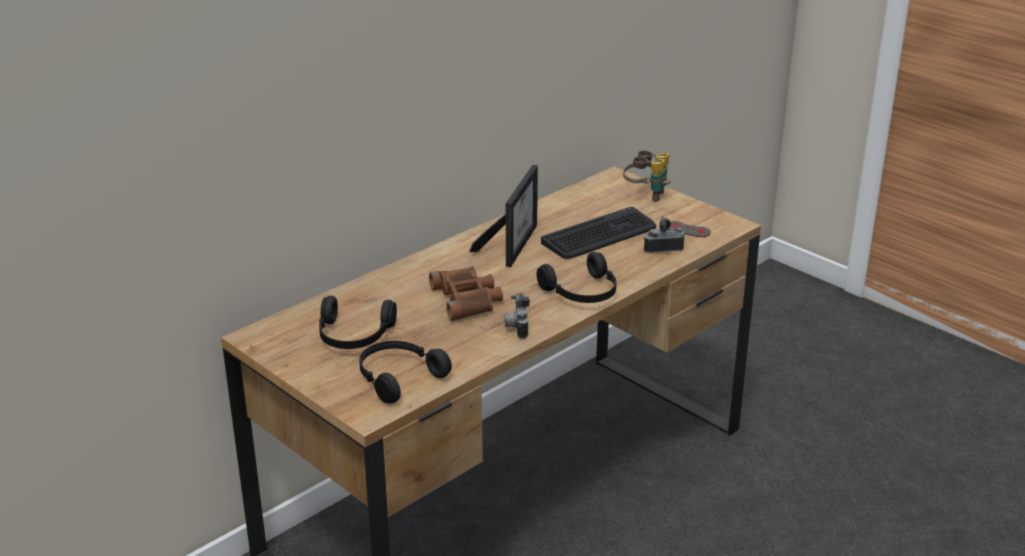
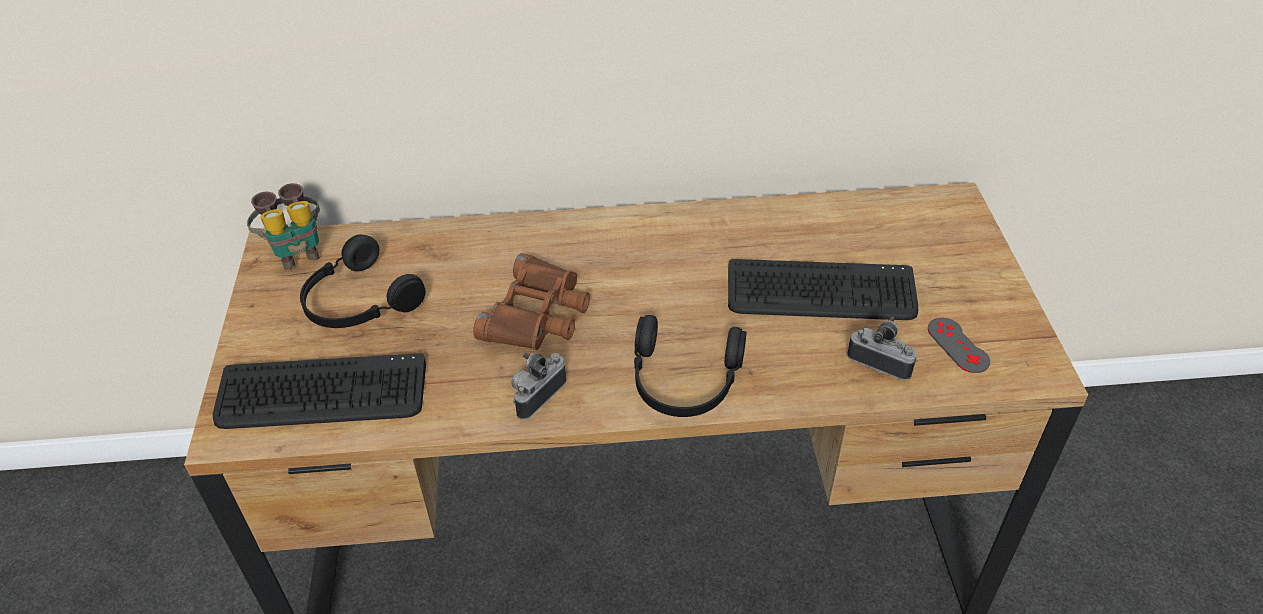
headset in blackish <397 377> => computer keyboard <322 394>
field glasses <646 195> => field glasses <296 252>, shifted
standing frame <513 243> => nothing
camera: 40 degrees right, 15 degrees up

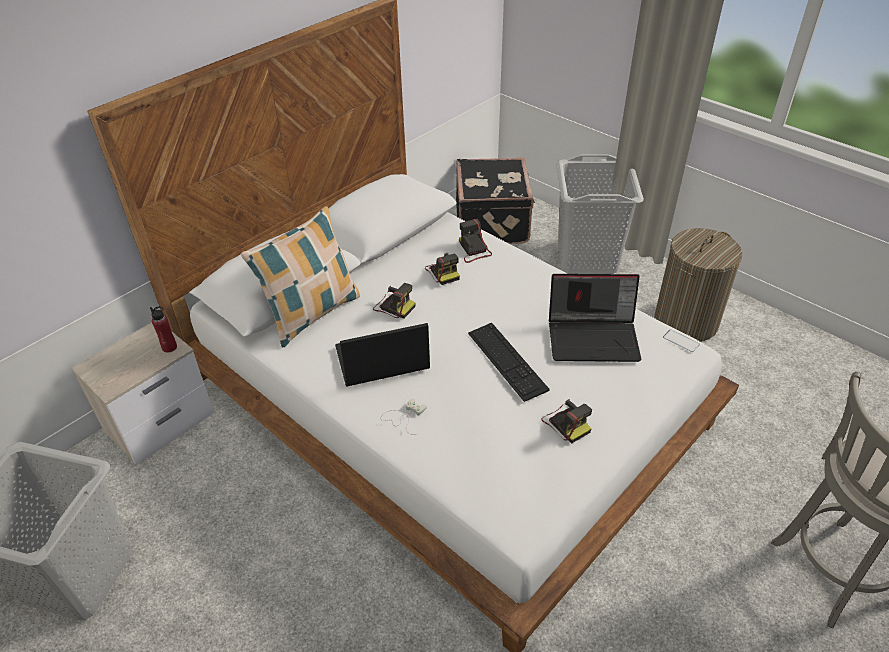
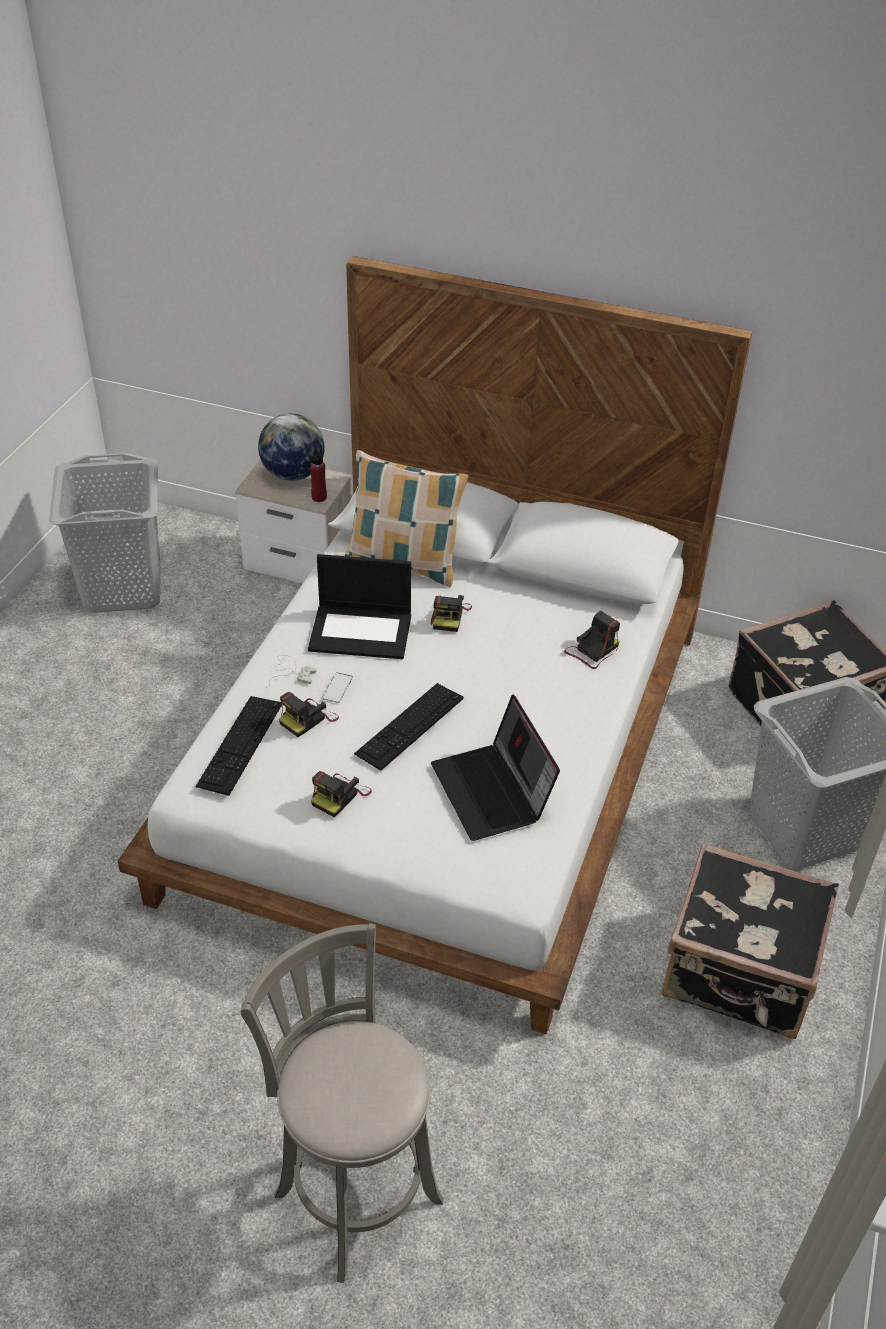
nothing => computer keyboard <240 744>
nothing => world globe <293 474>
still camera <443 272> => still camera <308 719>, shifted
notebook computer <381 359> => notebook computer <362 631>, 135 degrees clockwise
phone <681 341> => phone <337 688>, shifted
hamper <686 321> => suitcase in blackish <740 973>
camera: 65 degrees right, 0 degrees up

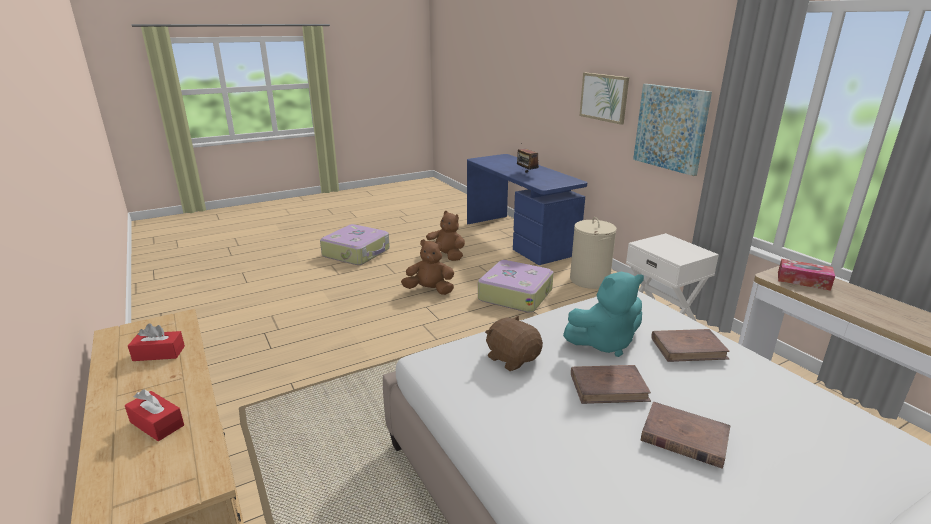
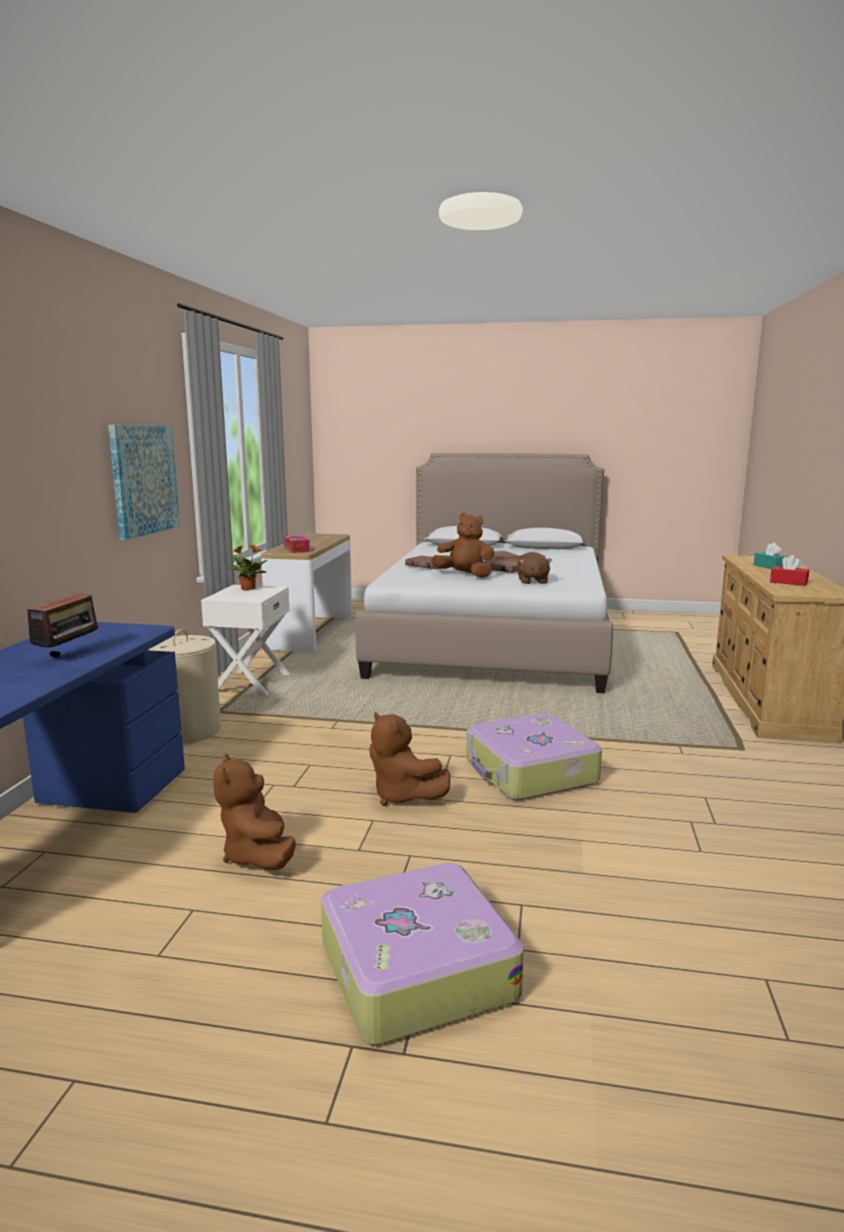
nothing => potted plant <247 589>
cuddly toy in turquoise <604 343> => cuddly toy in brown-coloured <465 575>
suitcase <515 294> => suitcase <530 772>, shifted
tissue holder in red-coloured <157 424> => tissue holder in turquoise <769 567>
picture <604 97> => nothing
camera: 140 degrees left, 10 degrees down

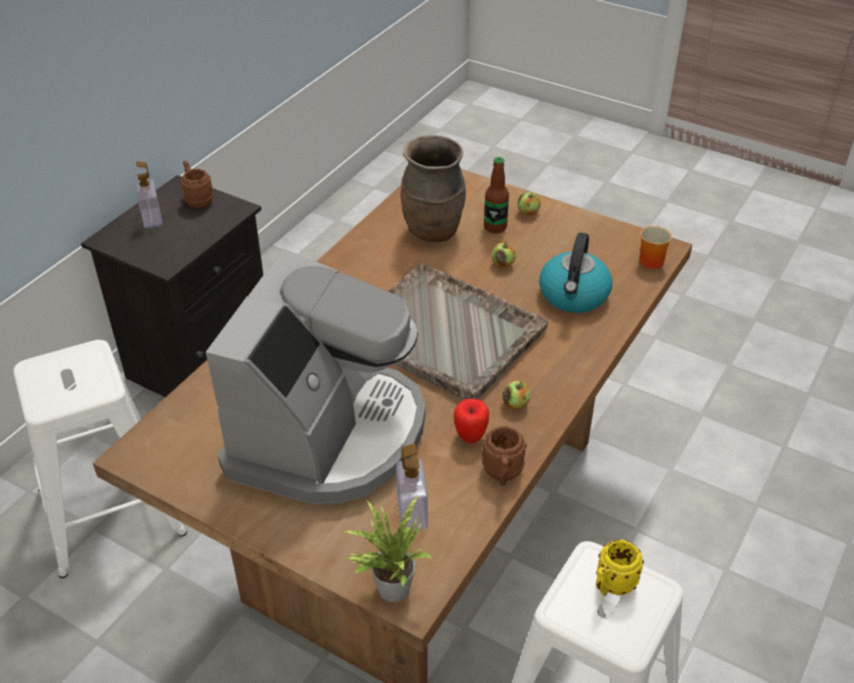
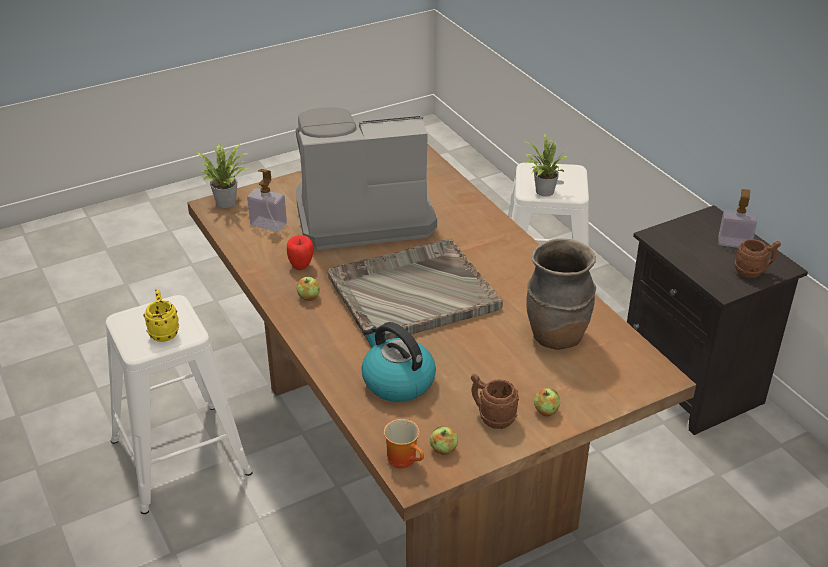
coffee brewer <328 434> => coffee brewer <361 214>, 120 degrees clockwise
apple <503 264> => apple <443 449>, shifted
coffee mug in brown-coloured <502 475> => coffee mug in brown-coloured <491 417>, shifted
nothing => potted plant <542 191>
bottle <495 227> => nothing
camera: 120 degrees right, 5 degrees down

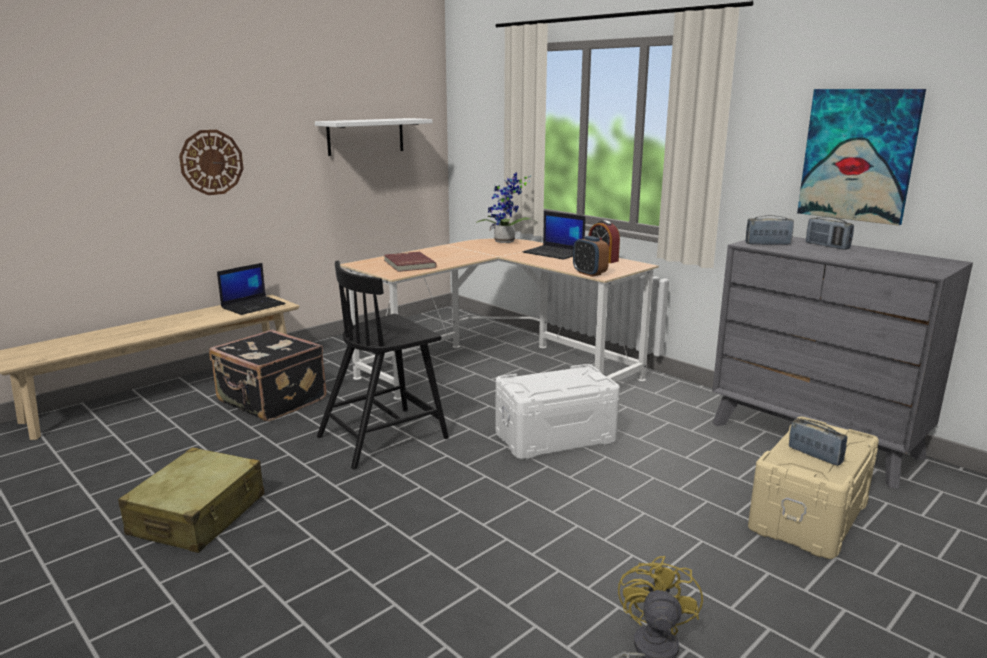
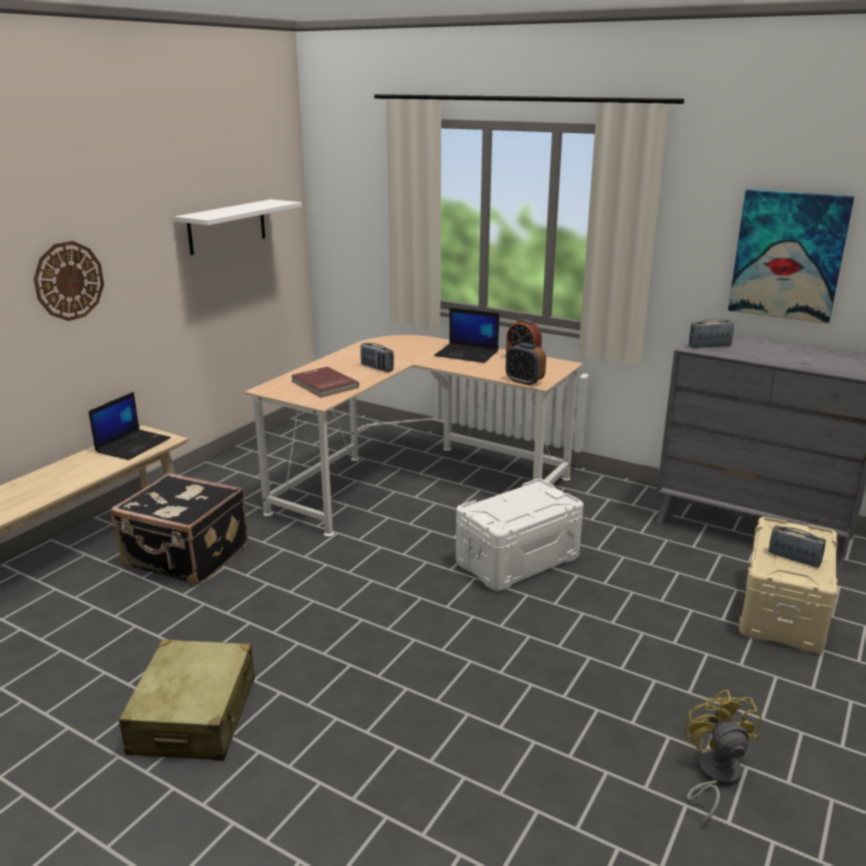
radio receiver <827 246> => radio receiver <377 368>, shifted
plain chair in blackish <384 436> => nothing
potted plant <505 242> => nothing
camera: 15 degrees left, 5 degrees up

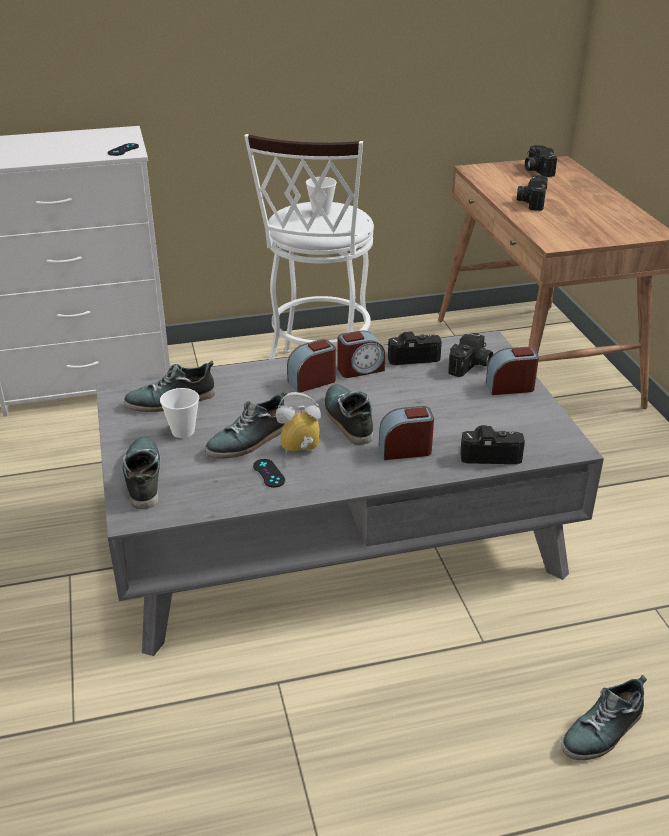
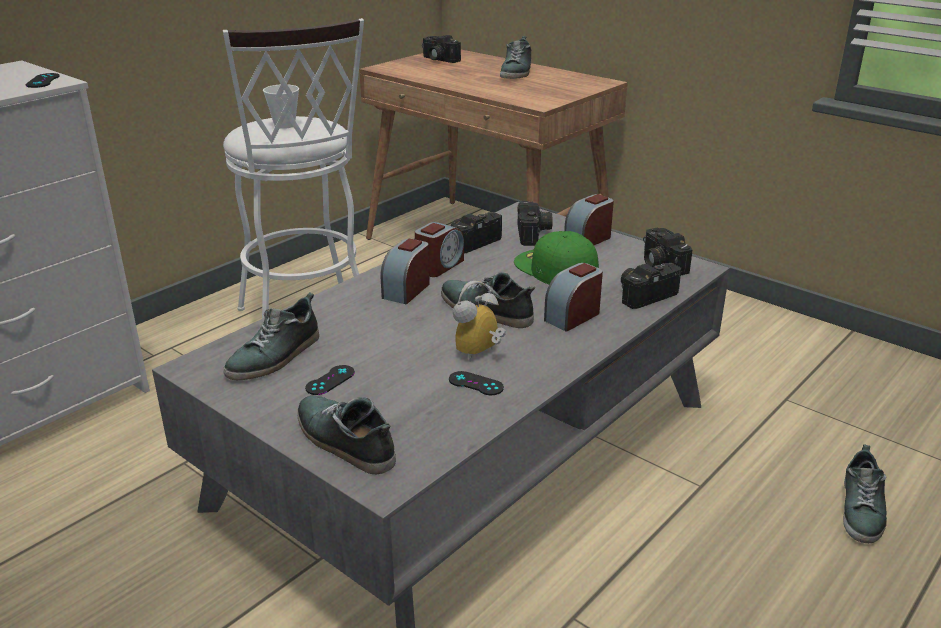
cup <183 431> => game controller in blackish <330 380>
item of footwear <249 440> => item of footwear <517 72>, shifted
nothing => peaked cap in green-coloured <554 268>
still camera <530 201> => still camera <659 264>, shifted
camera: 35 degrees left, 5 degrees down

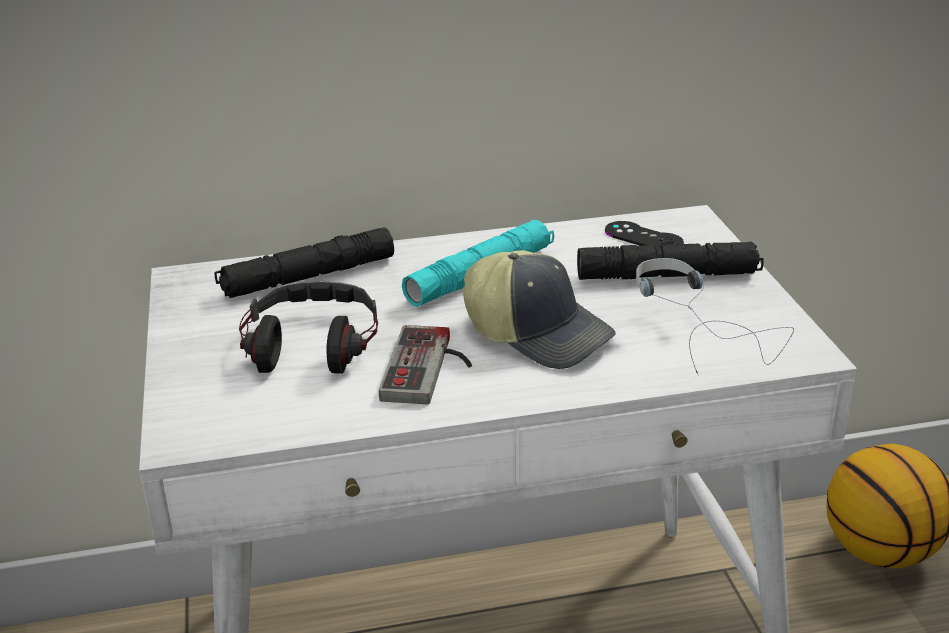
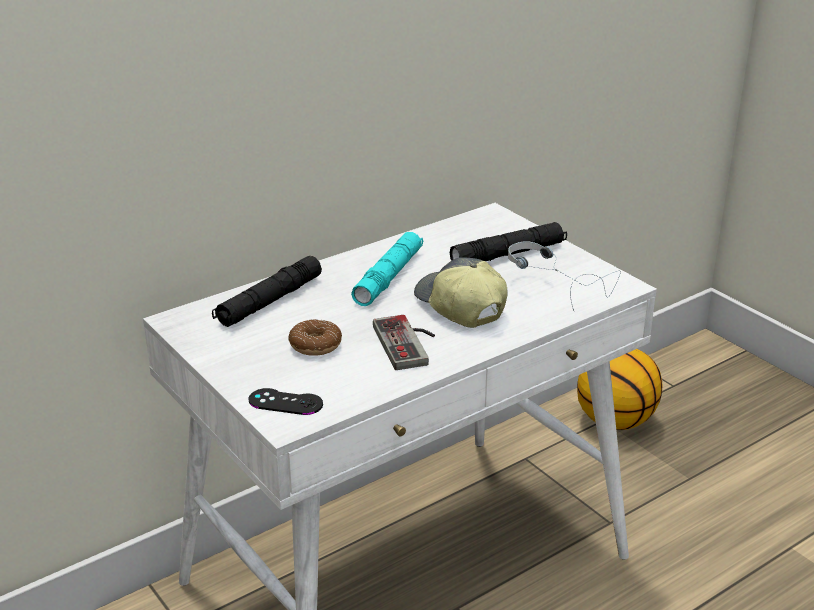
game controller in blackish <643 237> => game controller in blackish <285 402>, shifted
headset <311 344> => doughnut <315 345>
peaked cap <538 333> => peaked cap <458 307>, 135 degrees counterclockwise
camera: 25 degrees left, 0 degrees up

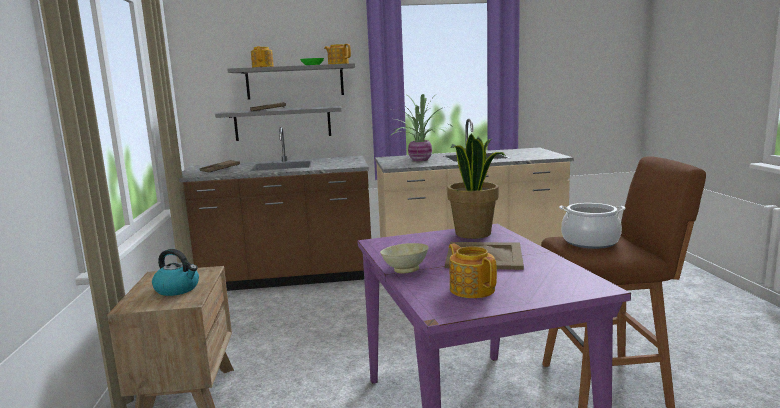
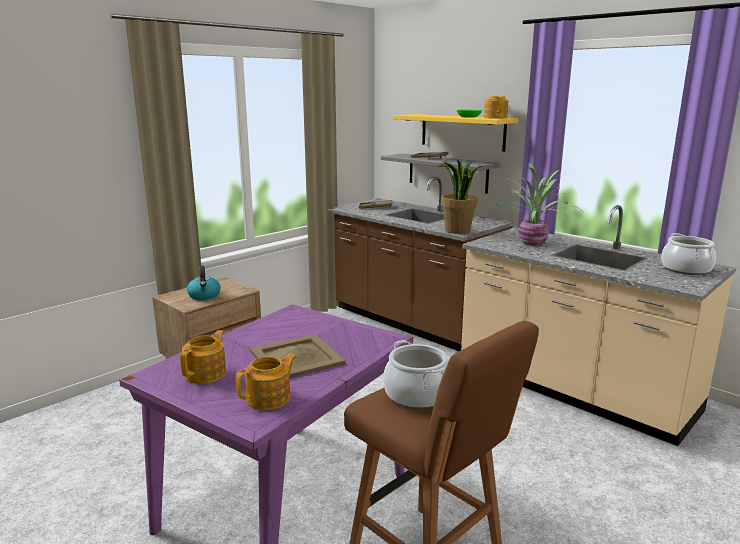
teapot <263 67> => teapot <269 398>, shifted
wall shelf in grey <295 82> => wall shelf in yellow <462 132>
potted plant <473 234> => potted plant <457 231>, shifted
nothing => stockpot <685 269>
serving bowl in sand-coloured <405 270> => nothing
camera: 50 degrees right, 5 degrees up

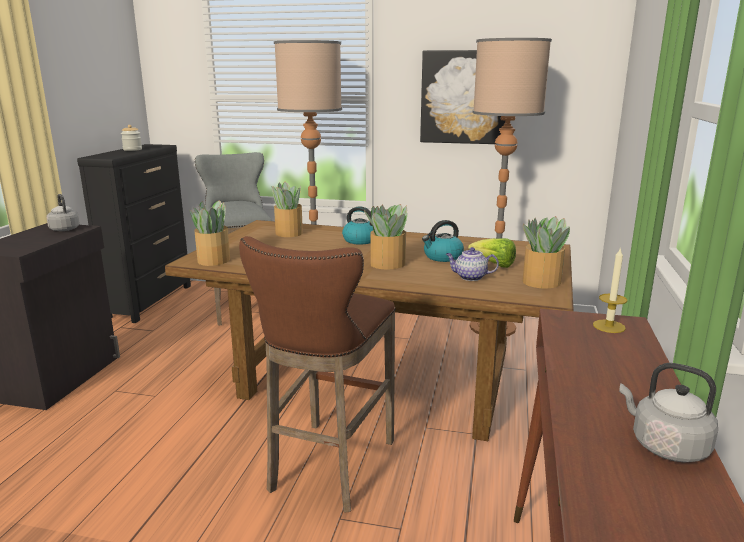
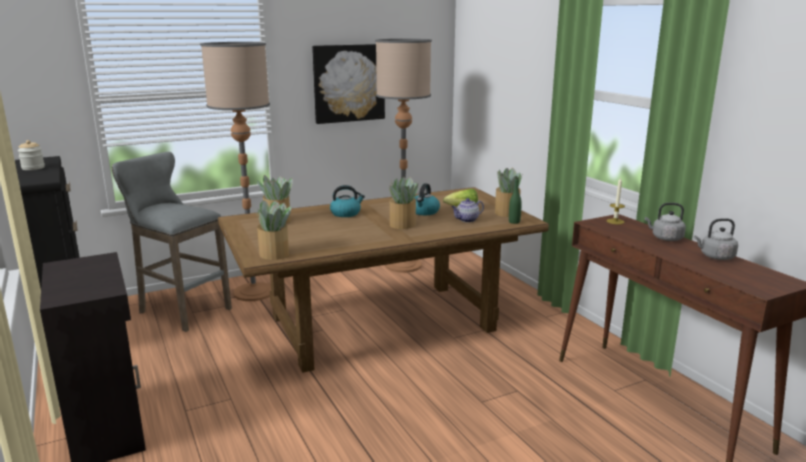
nothing => bottle in green-coloured <514 222>
water kettle in grey <64 229> => water kettle in grey <665 238>, shifted
stool seat in brown-coloured <329 469> => nothing
camera: 40 degrees left, 0 degrees up

